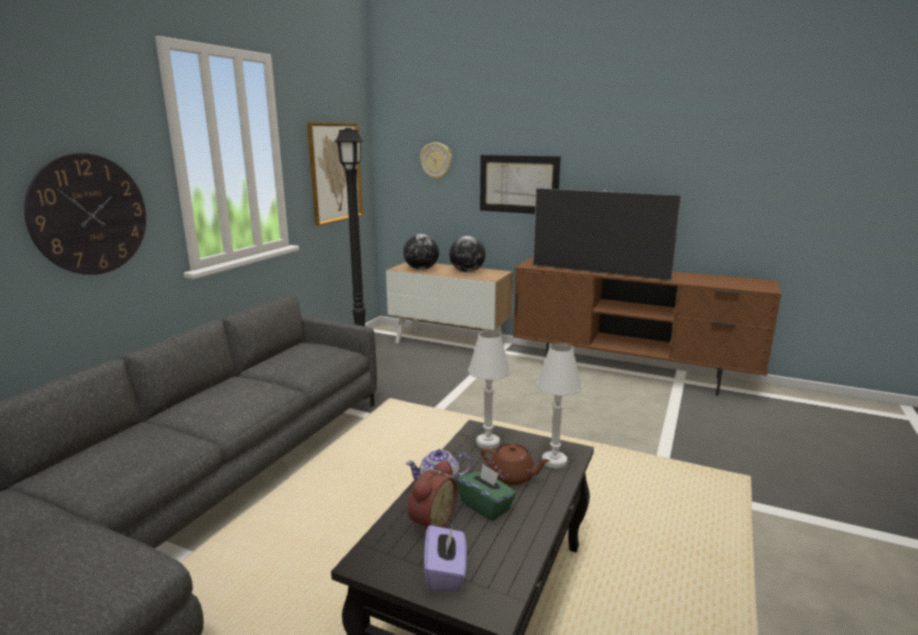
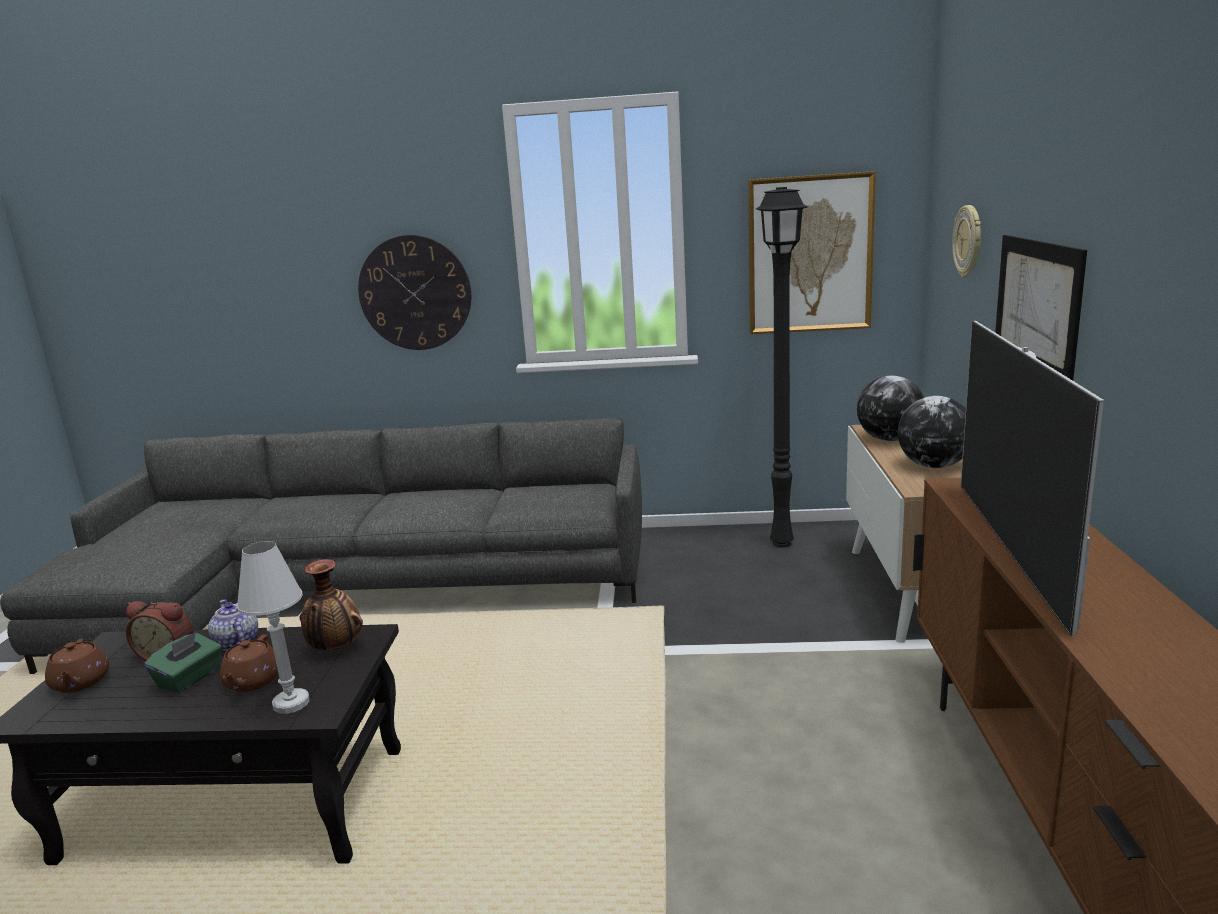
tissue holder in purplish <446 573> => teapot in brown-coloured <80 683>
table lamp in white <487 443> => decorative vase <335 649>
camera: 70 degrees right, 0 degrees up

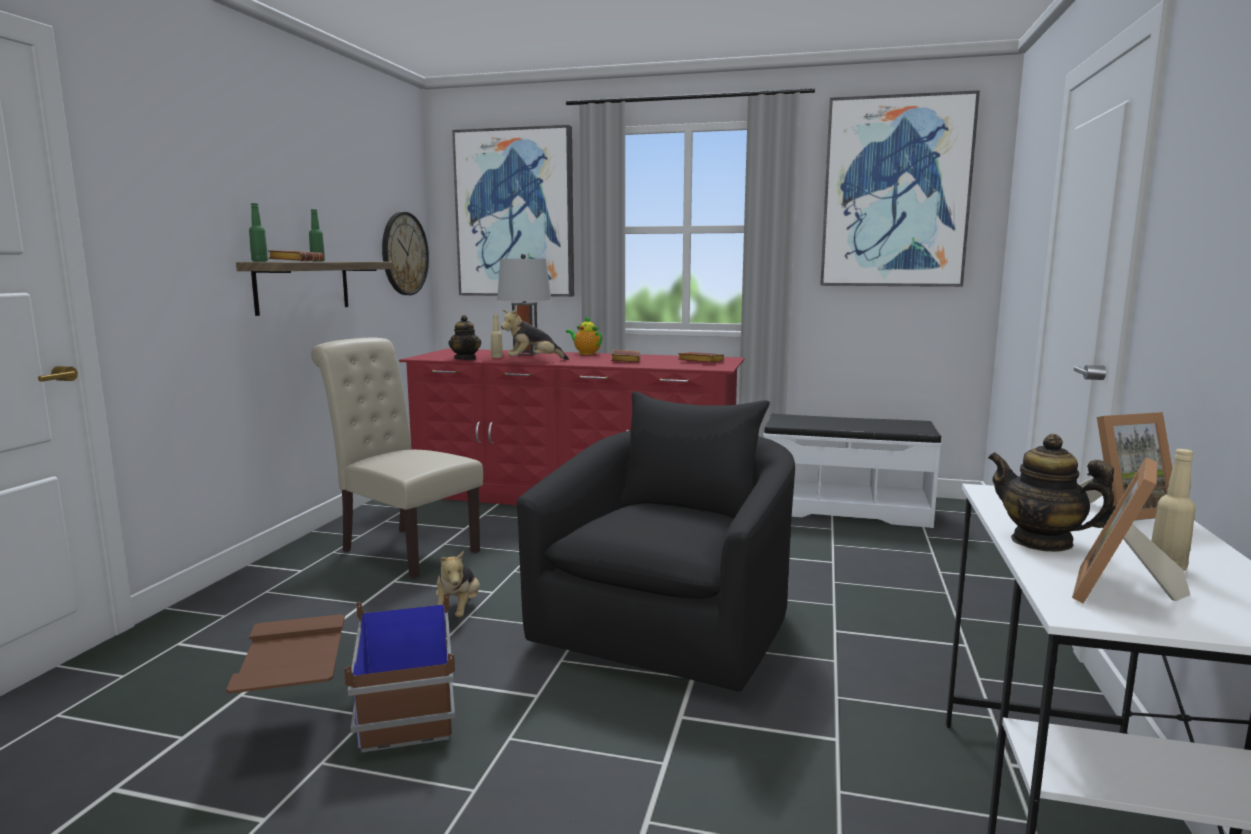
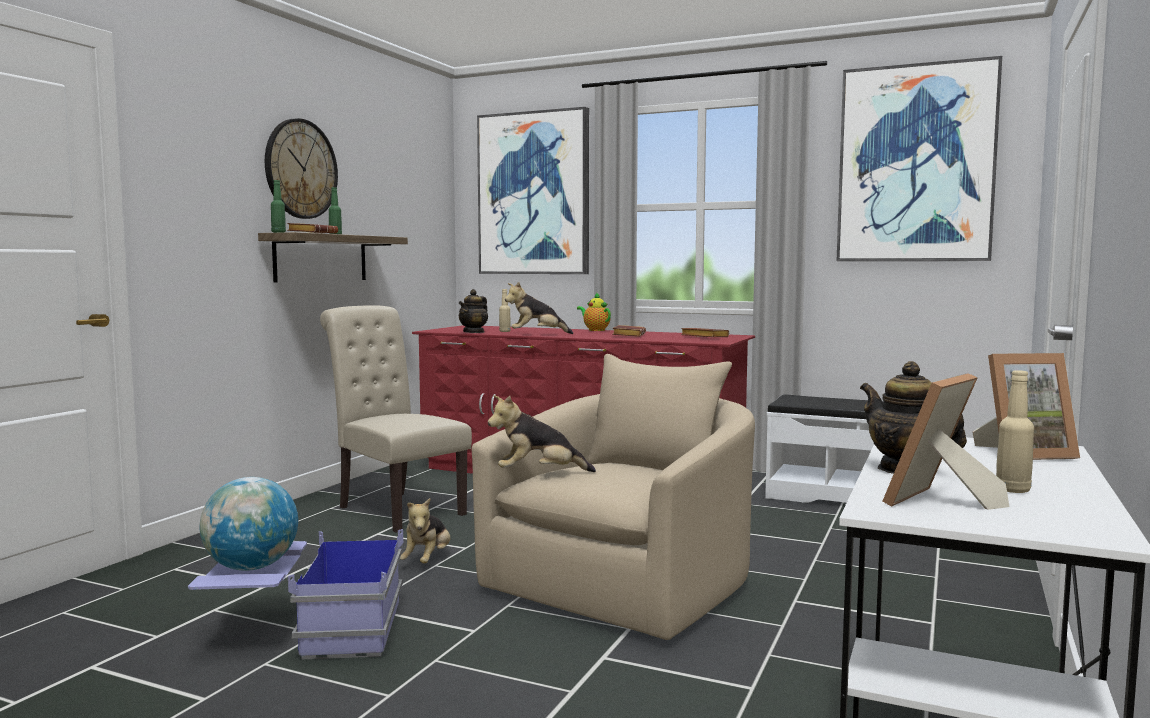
storage container in brown-coloured <355 715> => storage container in blue <305 632>
nothing => world globe <251 567>
hanging clock <404 254> => hanging clock <300 169>, shifted
teapot <465 359> => teapot <474 332>, 45 degrees clockwise
armchair in blackish <671 623> => armchair in sand-coloured <628 583>
nothing => cuddly toy <539 474>
table lamp in grey <525 354> => nothing
camera: 10 degrees right, 5 degrees down

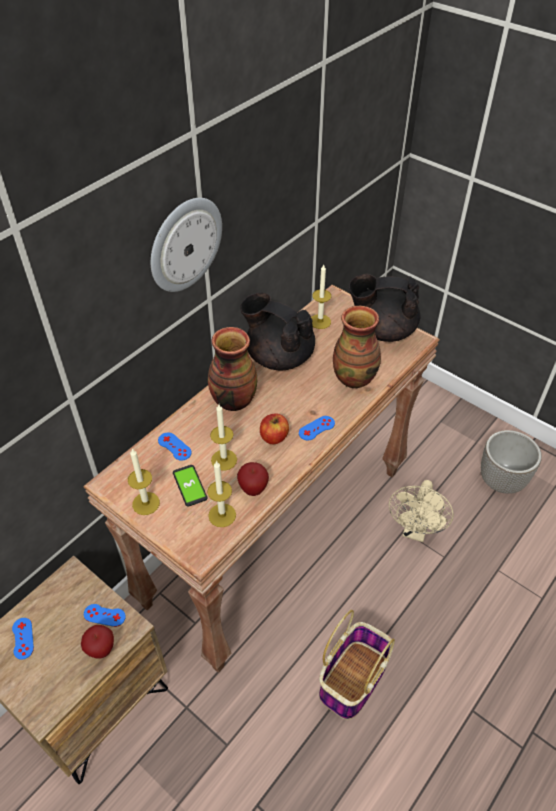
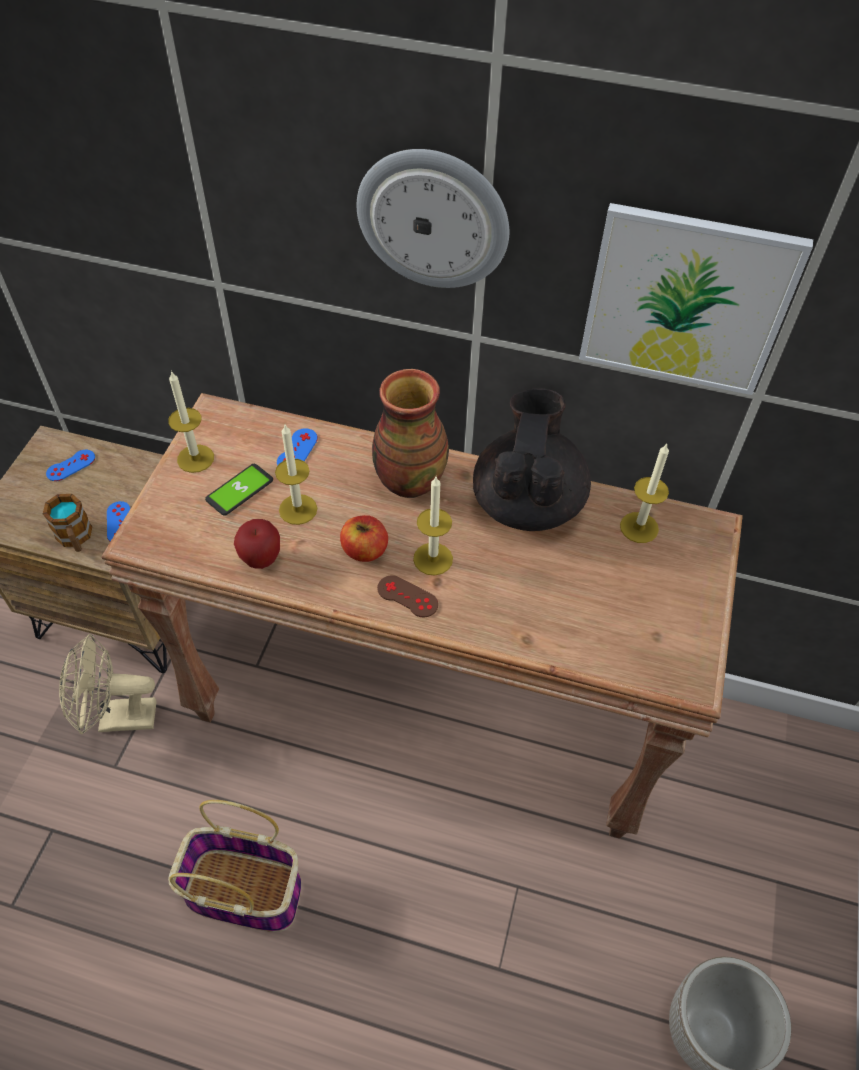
apple <101 649> => coffee mug <76 539>
electric fan in sand-coloured <415 531> => electric fan in sand-coloured <118 718>, shifted
game controller in blue <316 428> => game controller in brown-coloured <407 596>
wax candle <222 515> => wax candle <433 559>, shifted
nothing => picture <686 301>
decorative vase <354 377> => nothing
teapot in blackish <382 330> => nothing
camera: 65 degrees right, 5 degrees up

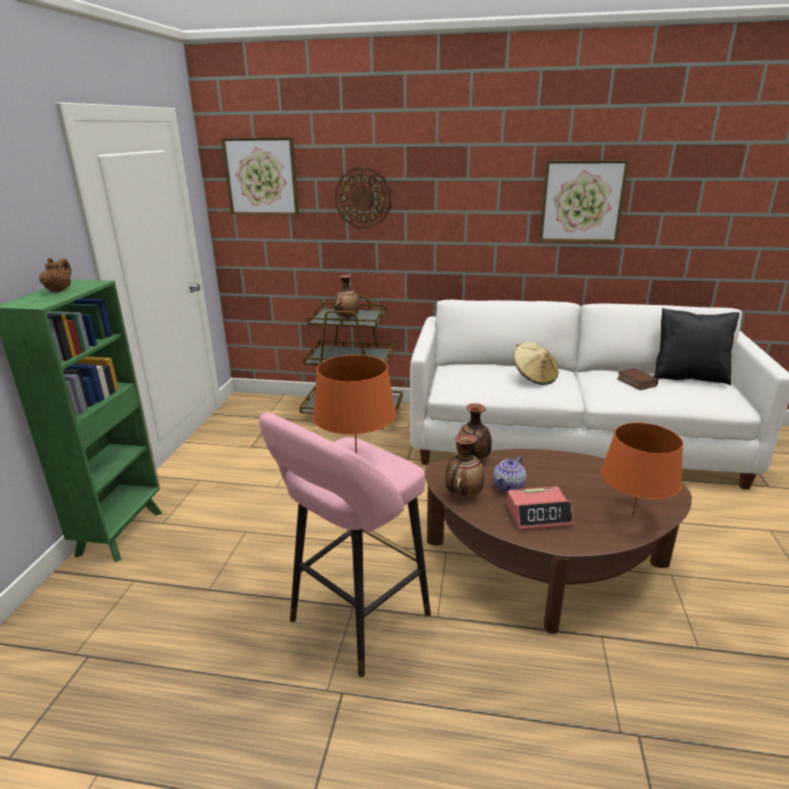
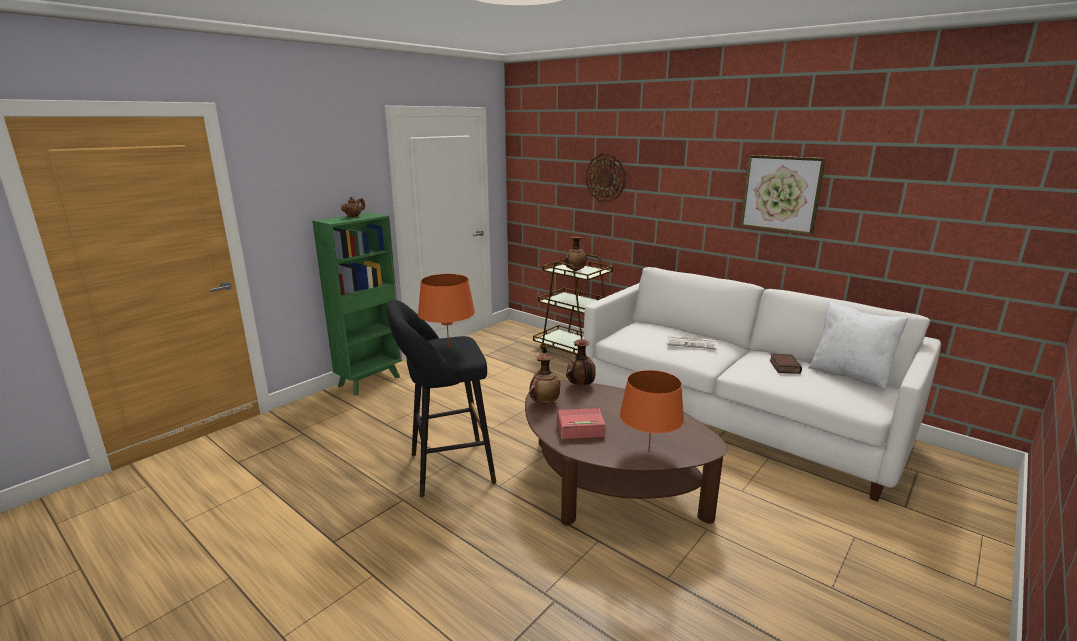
stool seat in pink <354 622> => stool seat in blackish <446 469>
alarm clock <539 515> => alarm clock <579 429>, 150 degrees clockwise
hat in sand-coloured <534 377> => newspaper <691 343>
pillow in blackish <688 377> => pillow in white <849 375>
picture <261 177> => nothing
teapot <509 486> => nothing
camera: 30 degrees right, 5 degrees down

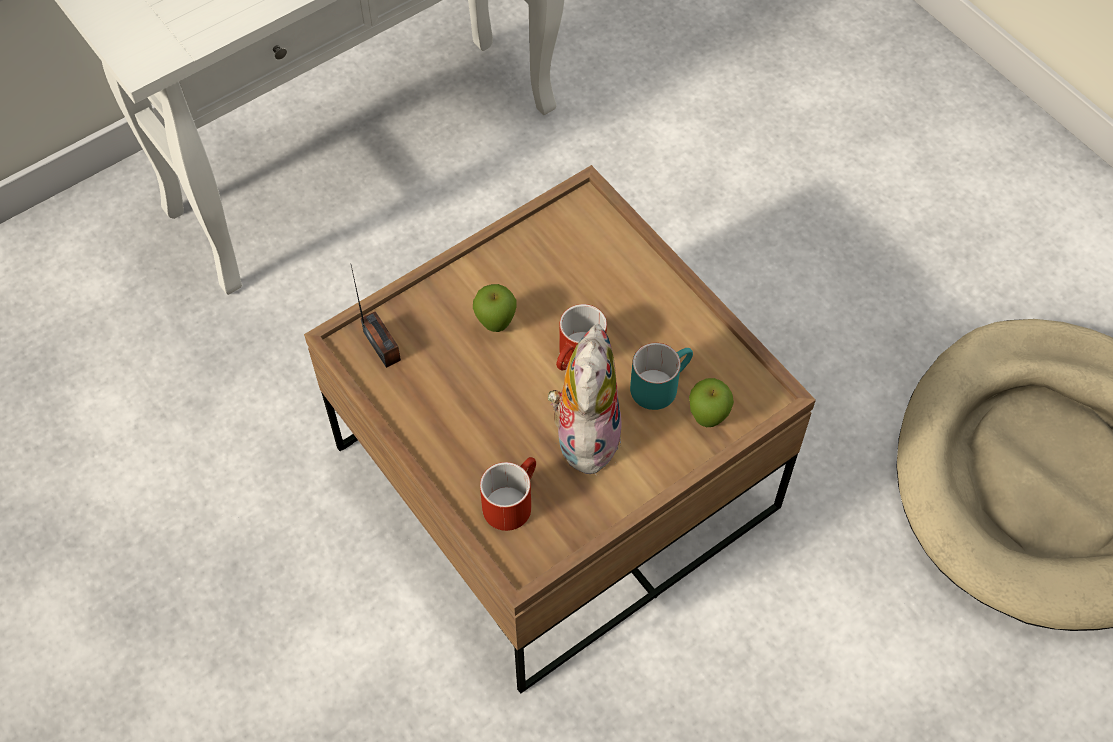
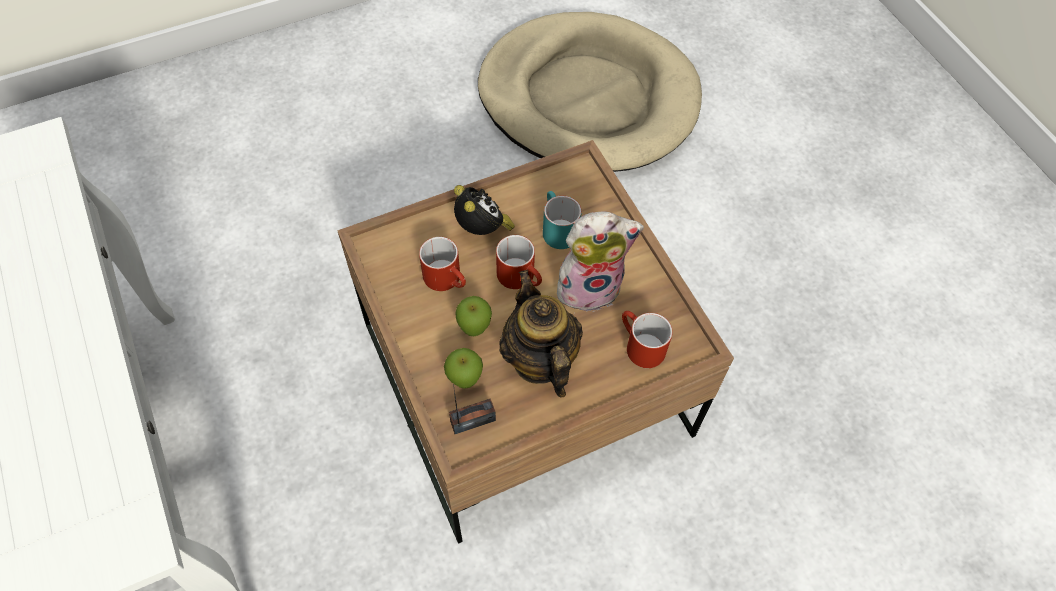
nothing => coffee mug in red-coloured <448 279>
apple <707 419> => apple <465 381>, shifted
nothing => alarm clock <482 230>
nothing => teapot <539 359>
cuddly toy <584 434> => cuddly toy <590 286>, 150 degrees clockwise
camera: 80 degrees left, 0 degrees up

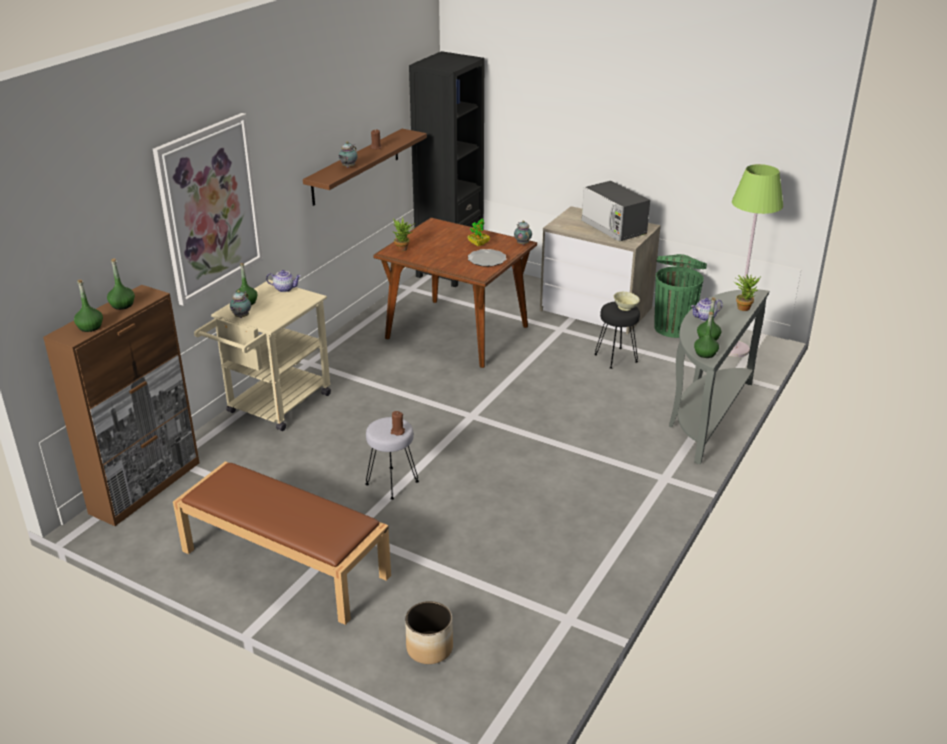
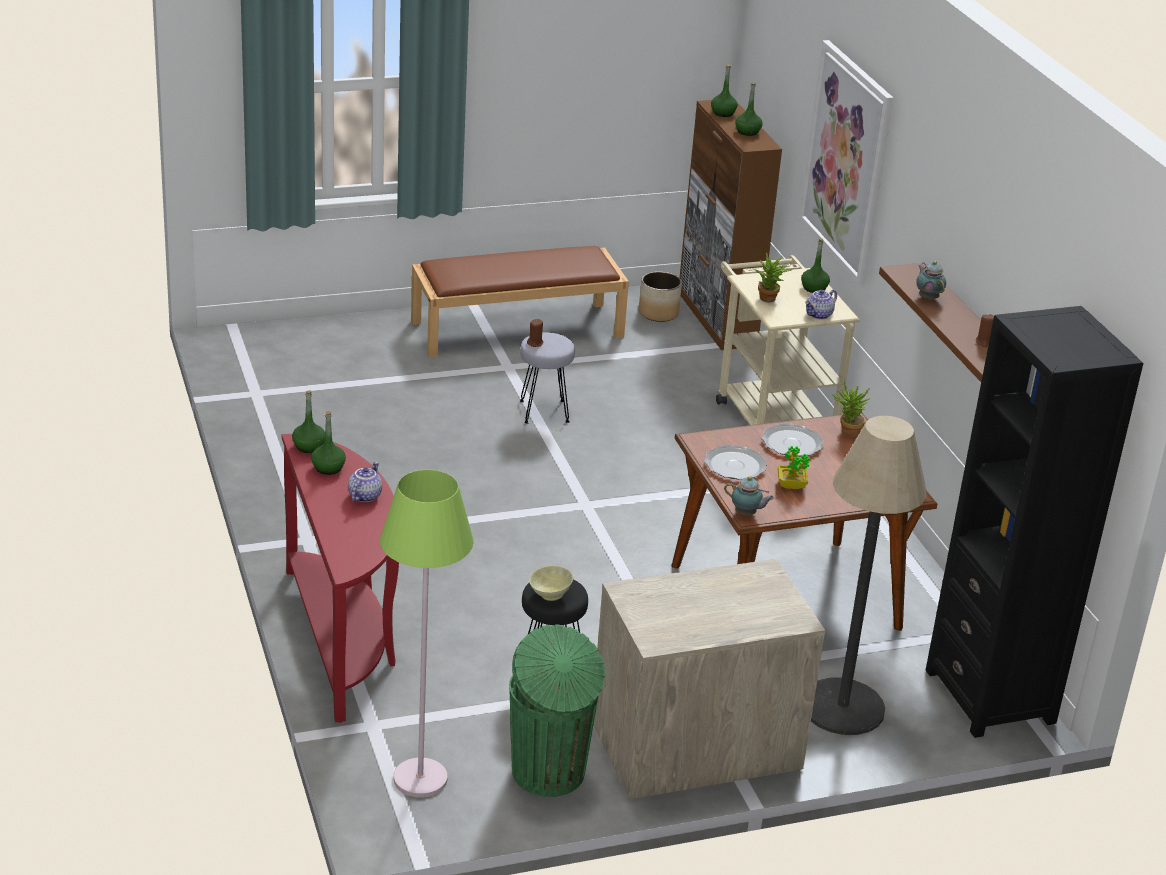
hall table in grey <705 416> => hall table in red-coloured <344 639>
plant pot <429 648> => plant pot <658 313>, shifted
potted plant <744 307> => potted plant <769 300>, shifted
nothing => dinner plate <791 443>
nothing => standard lamp <842 707>
teapot <241 317> => nothing
microwave oven <614 228> => nothing
camera: 130 degrees right, 0 degrees up

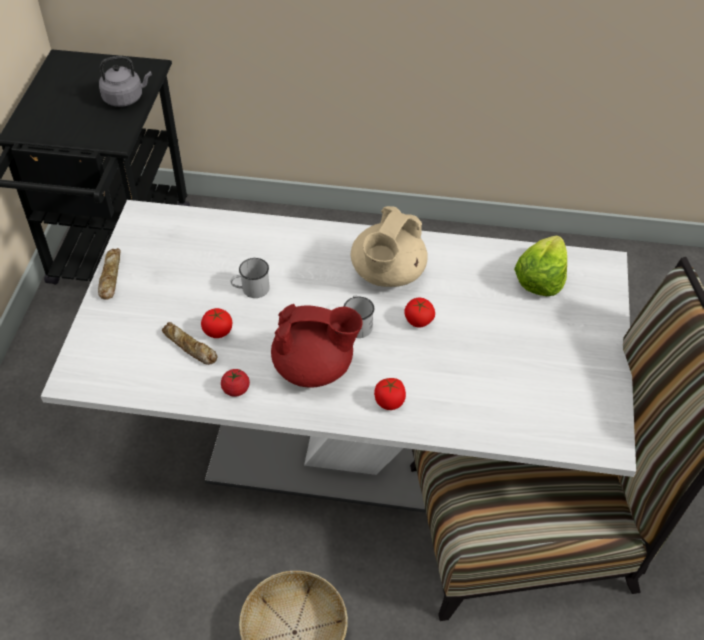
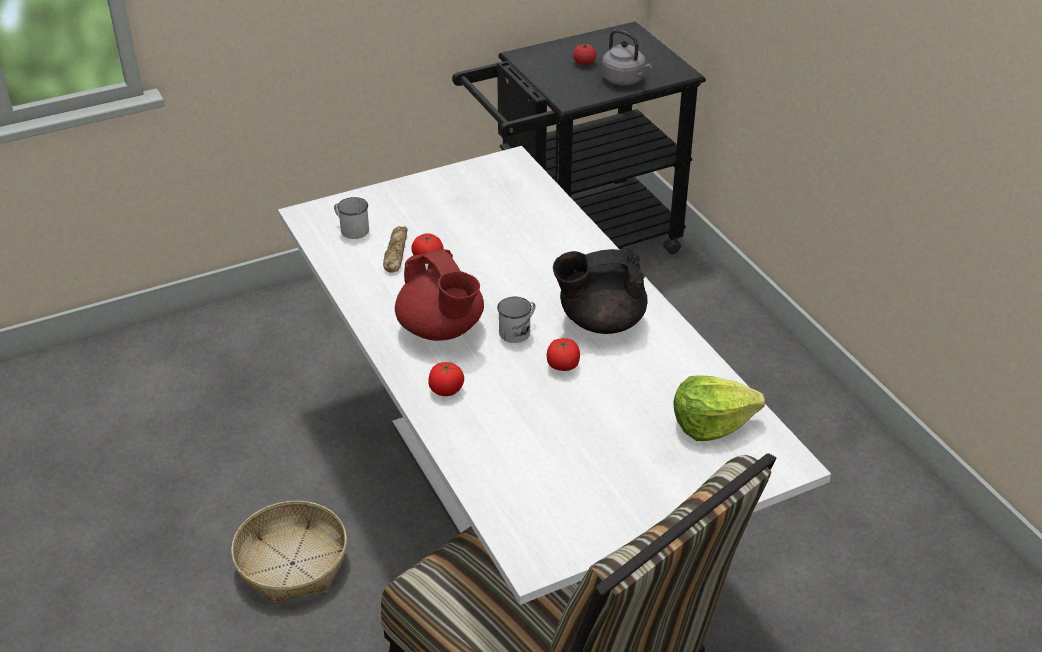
coffee mug in white <251 289> => coffee mug in white <351 229>, shifted
teapot in sand-coloured <387 274> => teapot in blackish <600 321>
fresh tomato <236 389> => fresh tomato <584 63>, shifted
bakery bread <110 277> => nothing
camera: 55 degrees right, 10 degrees down

